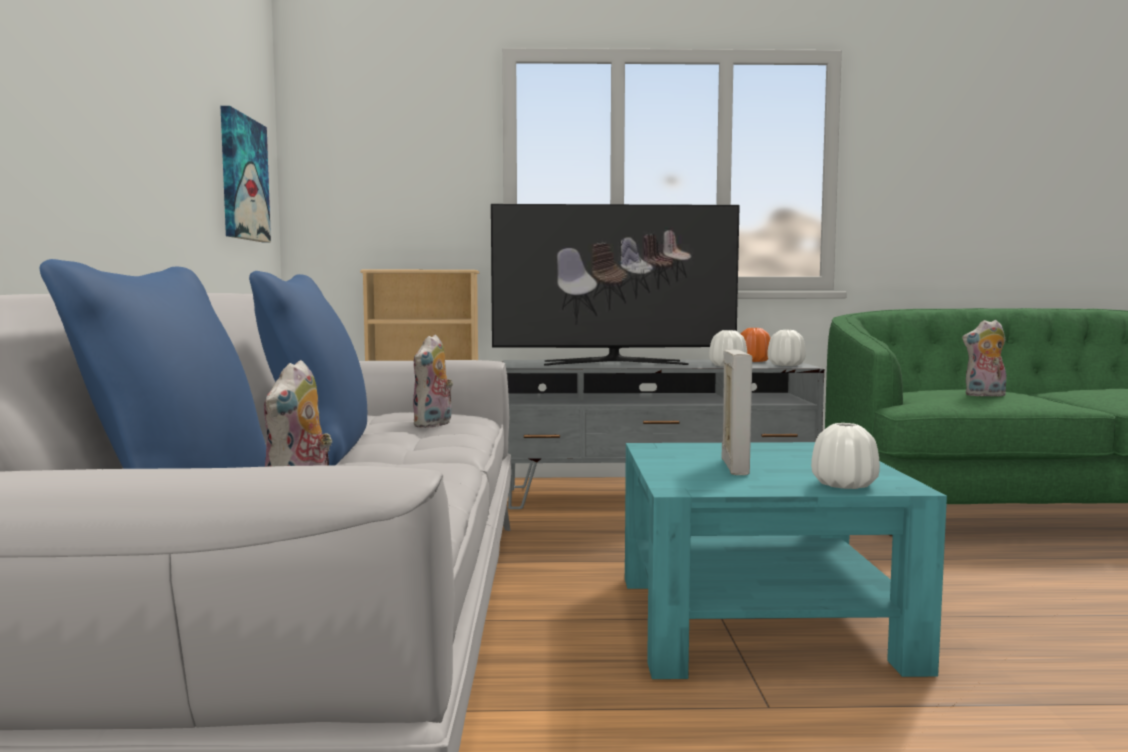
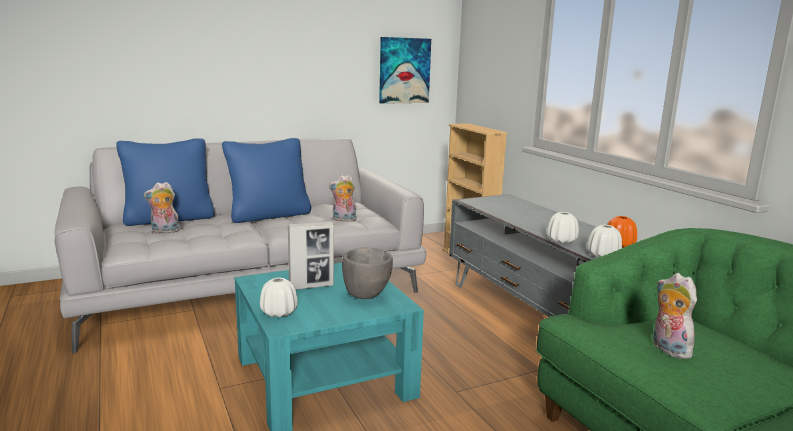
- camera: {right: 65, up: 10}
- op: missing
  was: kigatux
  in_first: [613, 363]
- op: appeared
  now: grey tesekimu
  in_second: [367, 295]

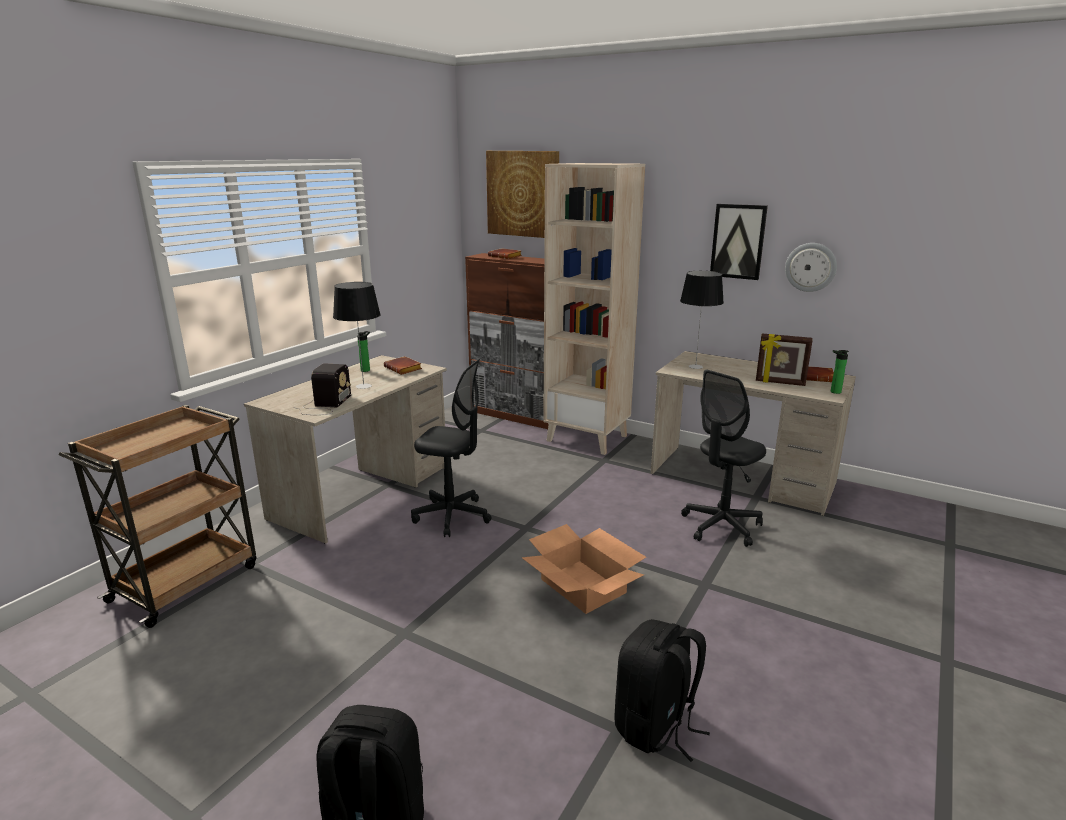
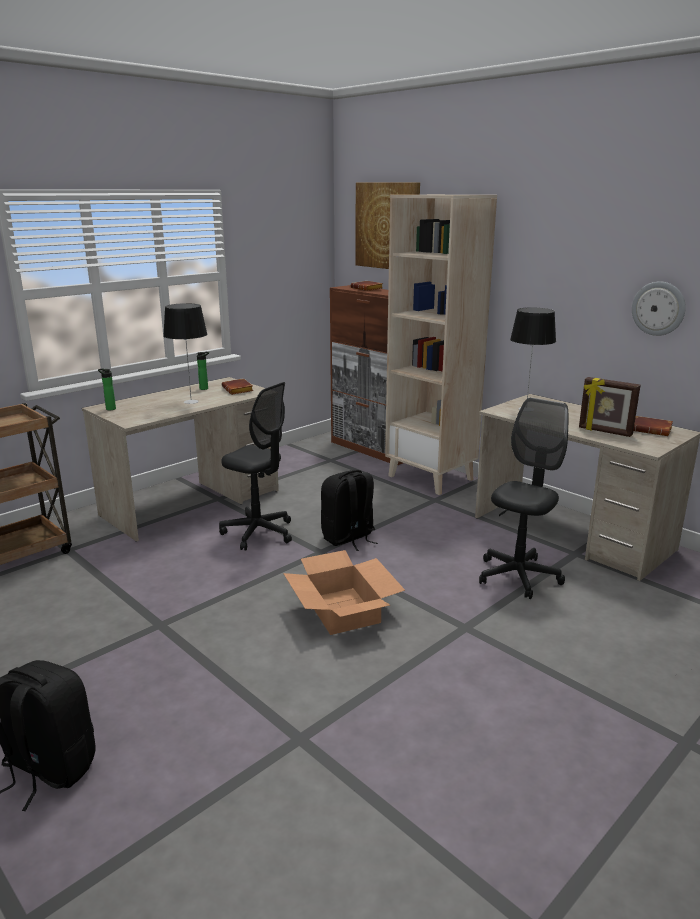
- camera: {right: 15, up: 0}
- op: missing
  was: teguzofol
  in_first: [325, 405]
- op: missing
  was: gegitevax
  in_first: [738, 241]
- op: relocated
  was: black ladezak
  in_first: [656, 726]
  in_second: [348, 538]
- op: relocated
  was: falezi
  in_first: [833, 392]
  in_second: [109, 408]
- op: spun
  was: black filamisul
  in_first: [721, 526]
  in_second: [518, 576]
  clockwise: 150

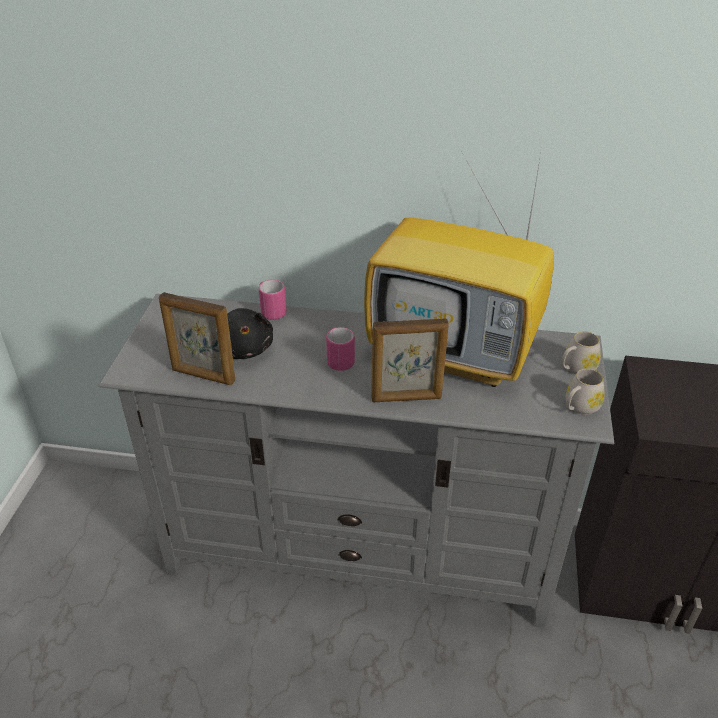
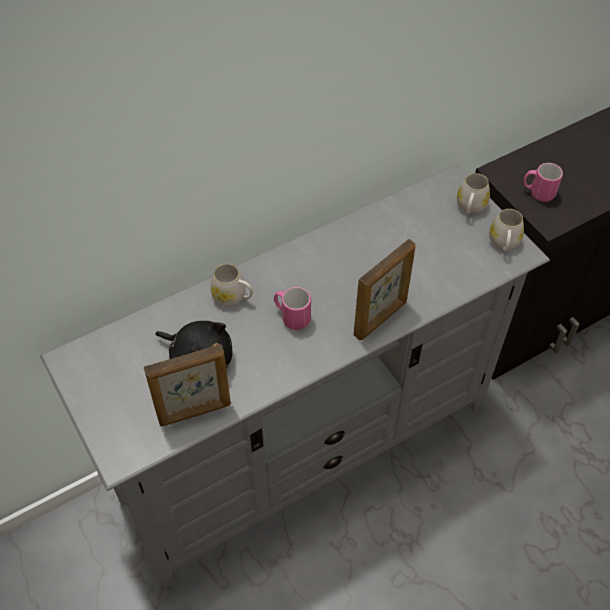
- camera: {right: -40, up: 15}
- op: missing
  was: kigatux
  in_first: [457, 353]
- op: appeared
  now: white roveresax
  in_second: [233, 296]
- op: relocated
  was: pink roveresax
  in_first: [271, 311]
  in_second: [537, 193]

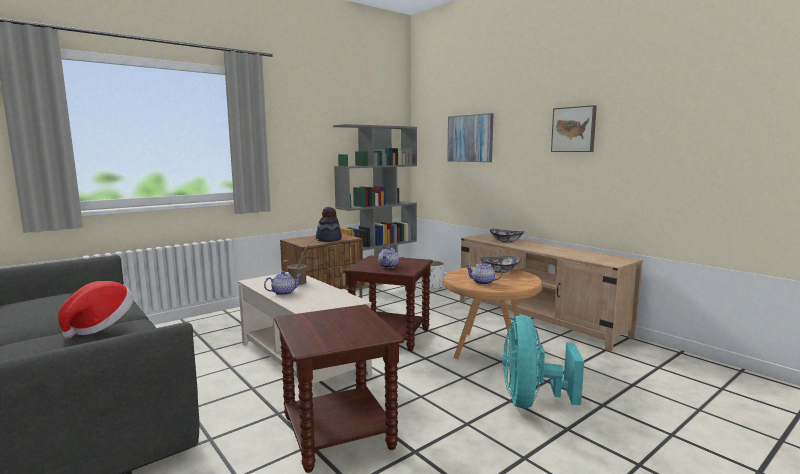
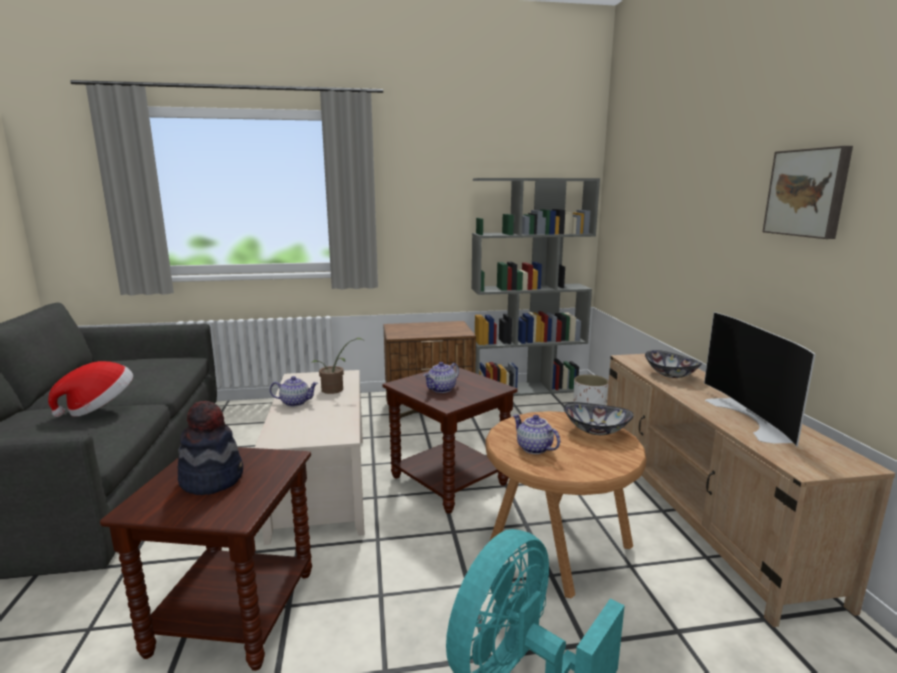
- camera: {right: 30, up: 5}
- op: missing
  was: gegitevax
  in_first: [470, 138]
- op: appeared
  now: kigatux
  in_second: [753, 418]
- op: relocated
  was: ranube
  in_first: [328, 239]
  in_second: [212, 479]

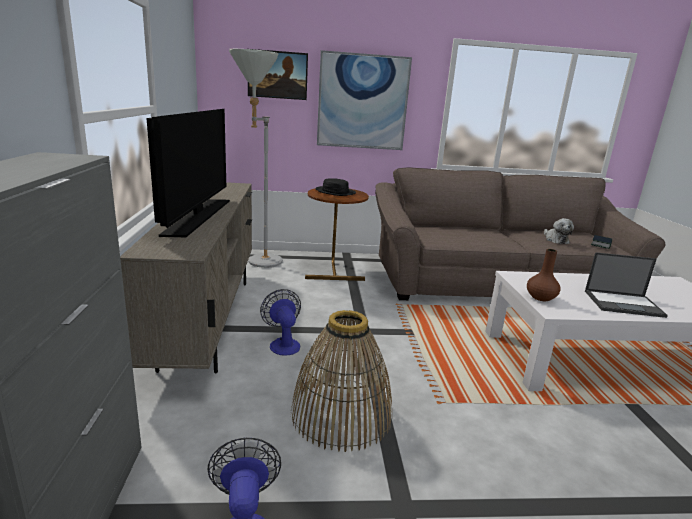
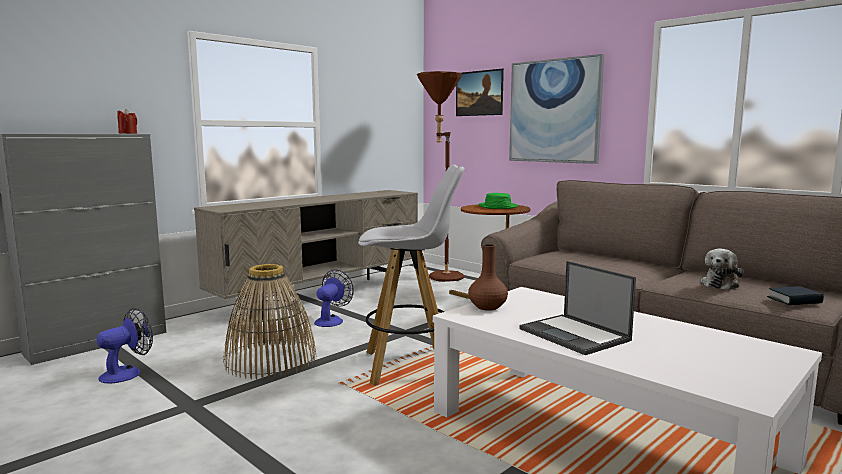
- camera: {right: 50, up: -10}
- op: missing
  was: kigatux
  in_first: [198, 217]
- op: appeared
  now: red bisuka
  in_second: [128, 133]
- op: appeared
  now: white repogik
  in_second: [410, 366]
- op: colour
  was: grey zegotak
  now: brown zegotak
  in_first: [257, 261]
  in_second: [440, 276]
- op: colour
  was: black ranube
  now: green ranube
  in_first: [335, 192]
  in_second: [497, 206]

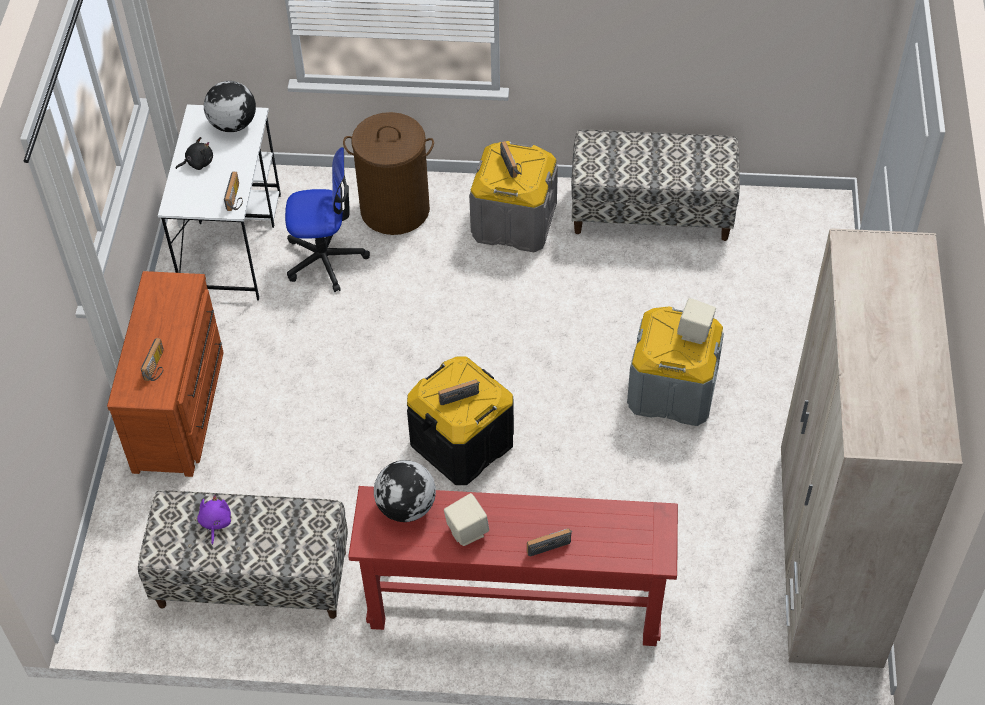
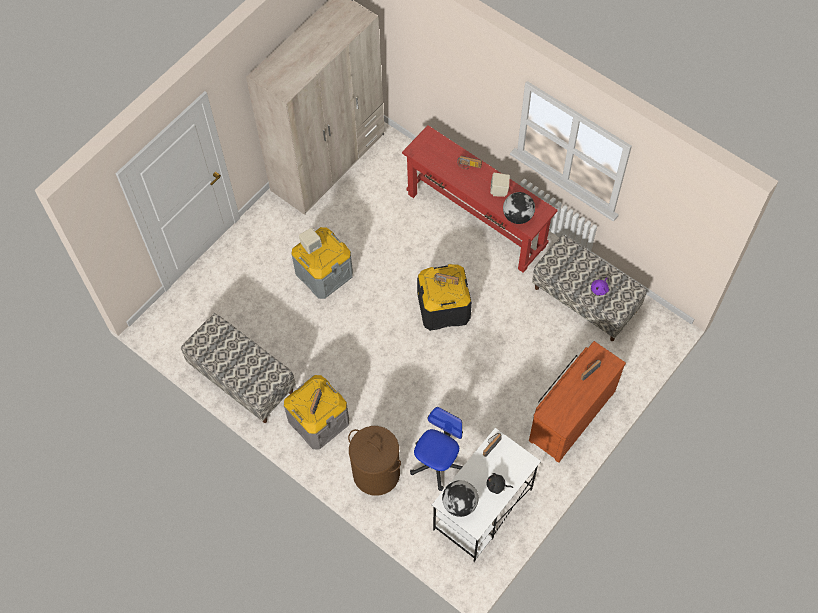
- camera: {right: -145, up: 10}
- op: spun
  was: filamisul
  in_first: [325, 259]
  in_second: [437, 463]
  clockwise: 90

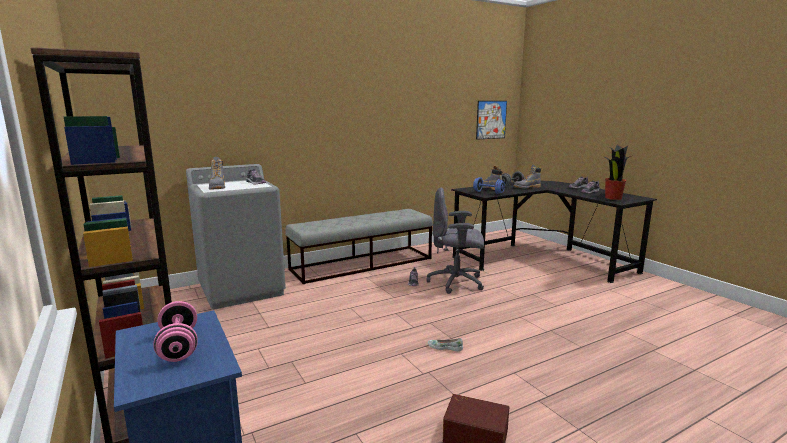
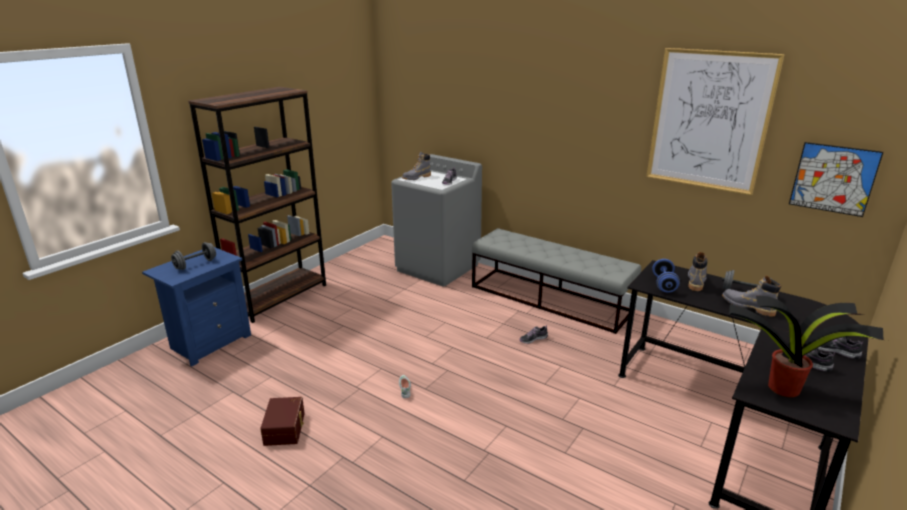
- camera: {right: 65, up: 10}
- op: missing
  was: grey filamisul
  in_first: [457, 283]
- op: appeared
  now: gegitevax
  in_second: [709, 121]
- op: colour
  was: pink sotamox
  now: grey sotamox
  in_first: [179, 346]
  in_second: [195, 264]

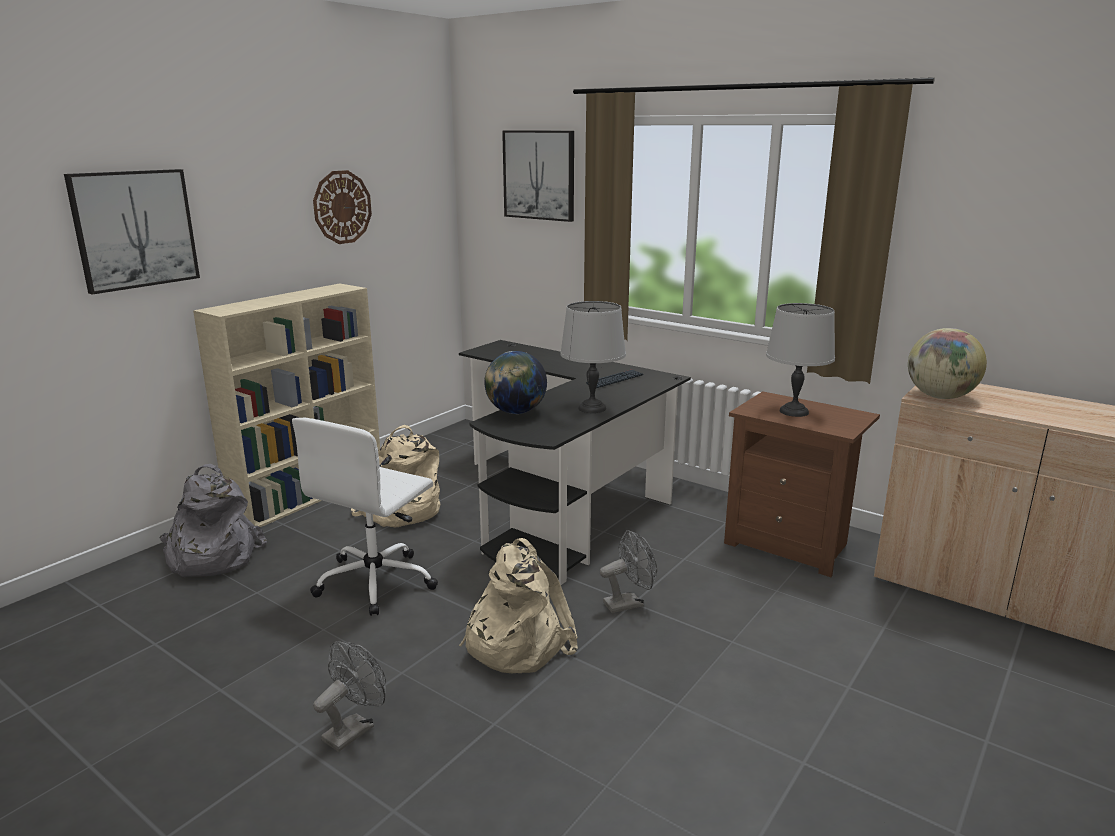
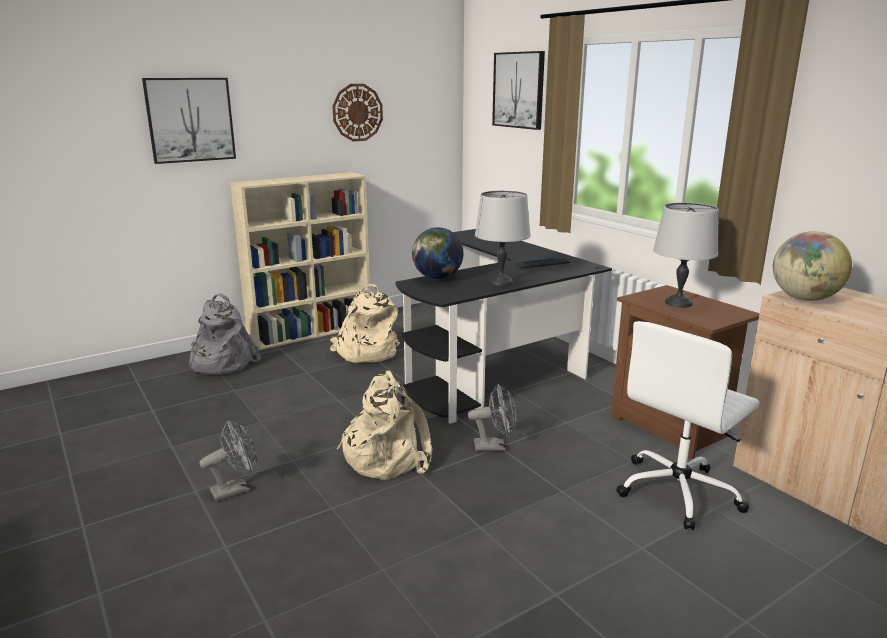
- camera: {right: 20, up: 0}
- op: relocated
  was: white filamisul
  in_first: [377, 581]
  in_second: [679, 491]

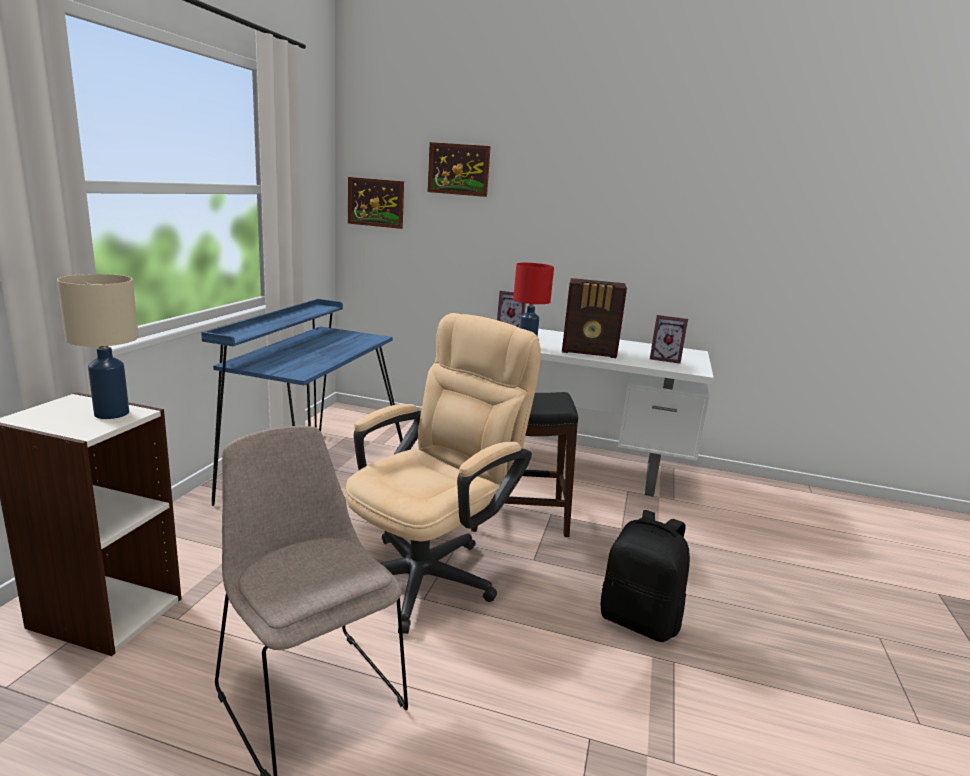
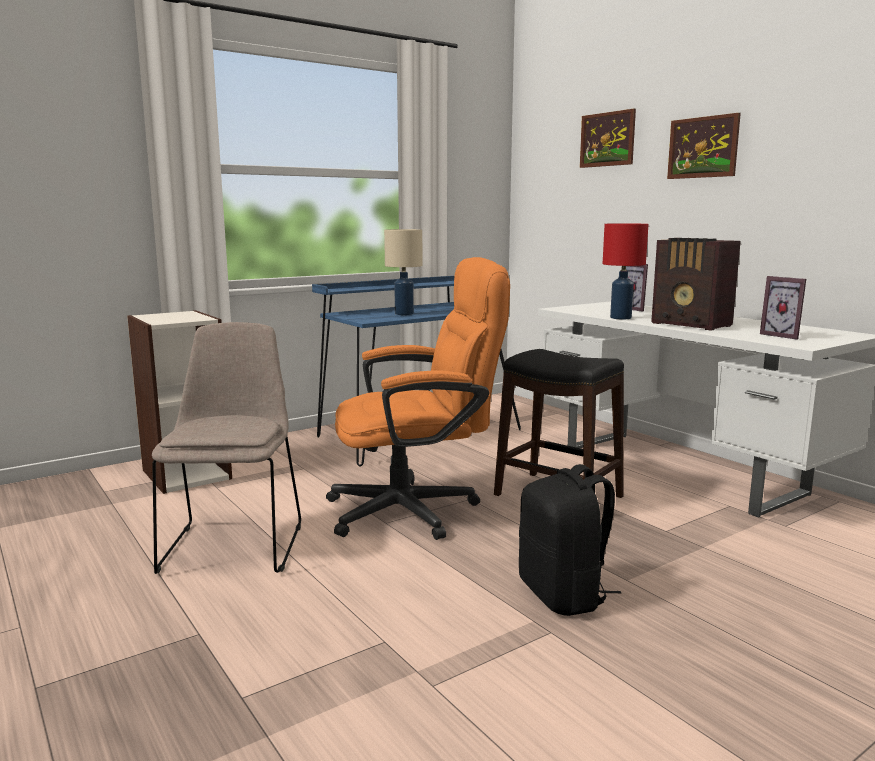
- camera: {right: 40, up: -5}
- op: relocated
  was: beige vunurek
  in_first: [110, 413]
  in_second: [403, 313]
- op: relocated
  was: gegitevax
  in_first: [375, 202]
  in_second: [703, 147]
- op: colour
  was: beige filamisul
  now: orange filamisul
  in_first: [431, 572]
  in_second: [417, 510]

